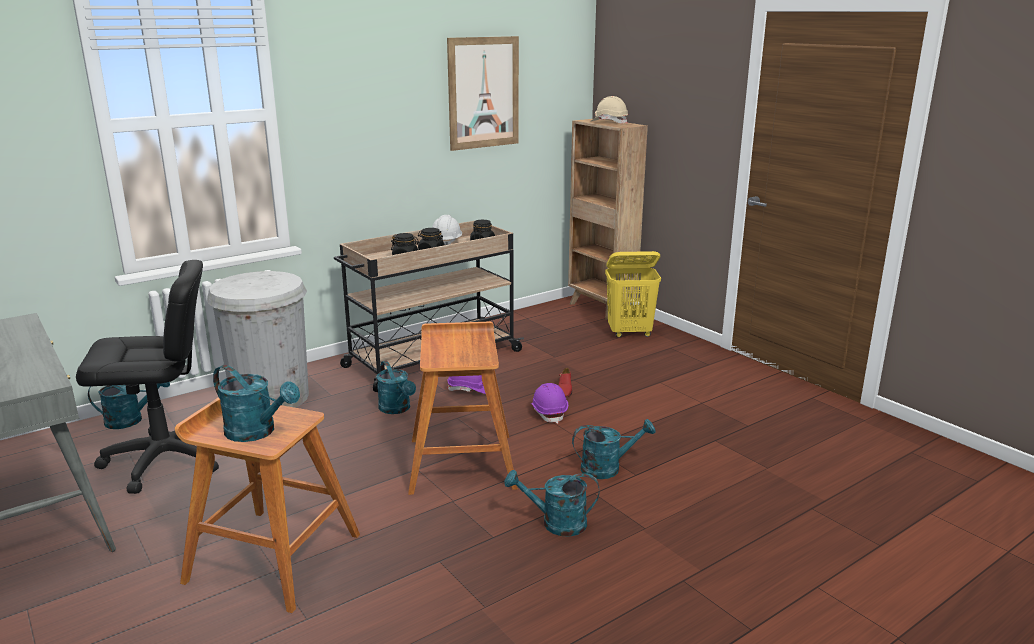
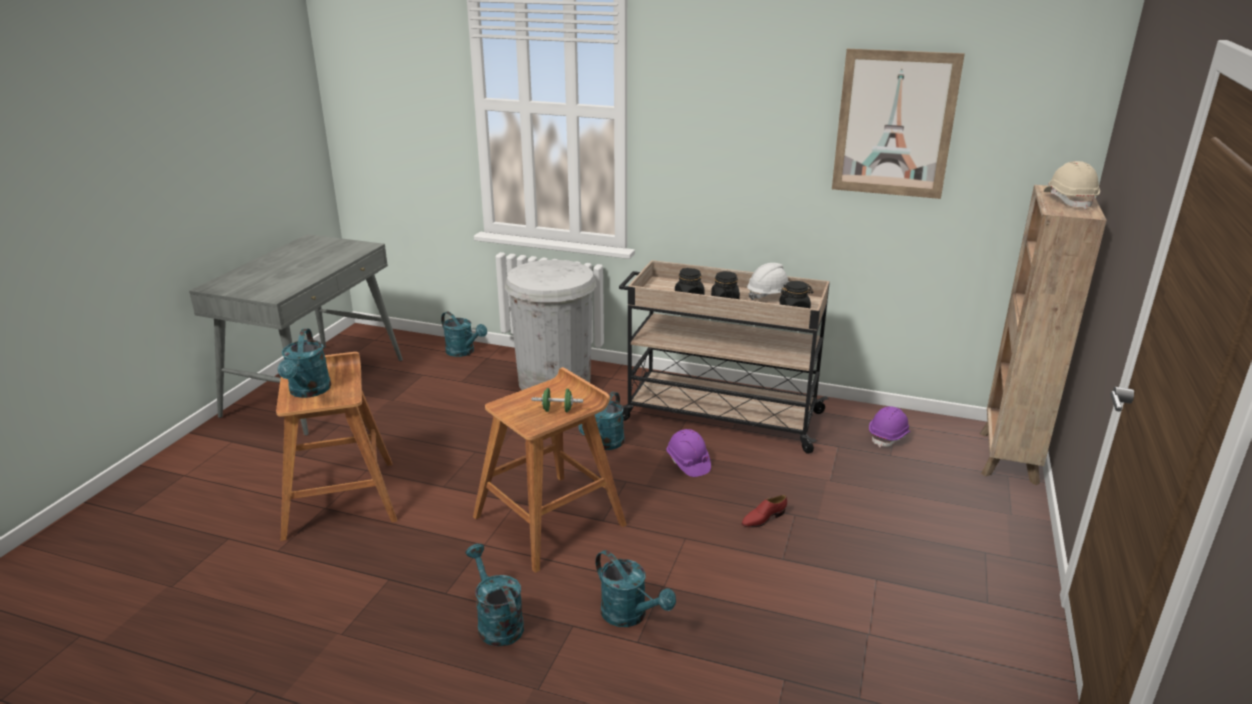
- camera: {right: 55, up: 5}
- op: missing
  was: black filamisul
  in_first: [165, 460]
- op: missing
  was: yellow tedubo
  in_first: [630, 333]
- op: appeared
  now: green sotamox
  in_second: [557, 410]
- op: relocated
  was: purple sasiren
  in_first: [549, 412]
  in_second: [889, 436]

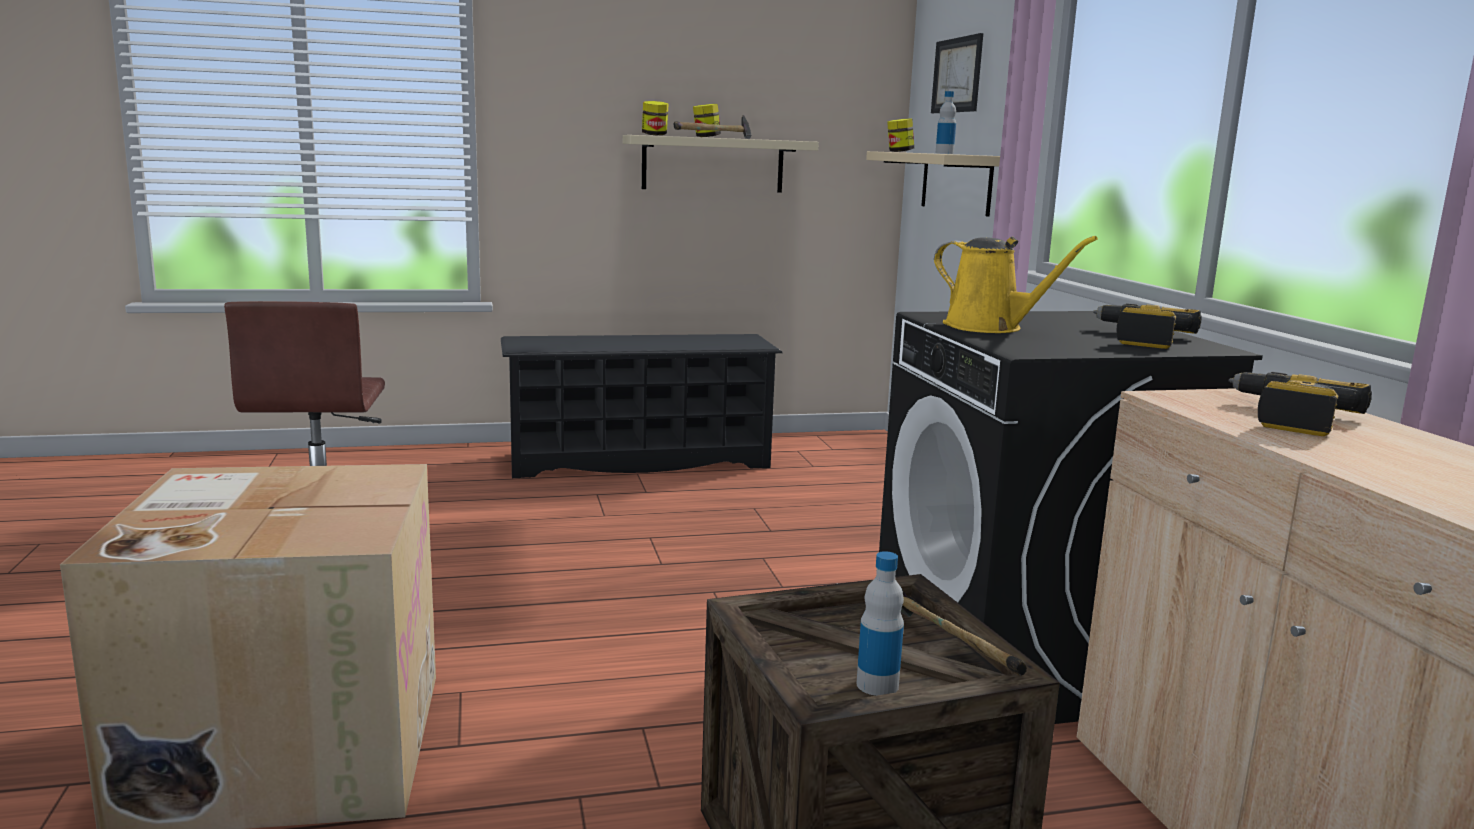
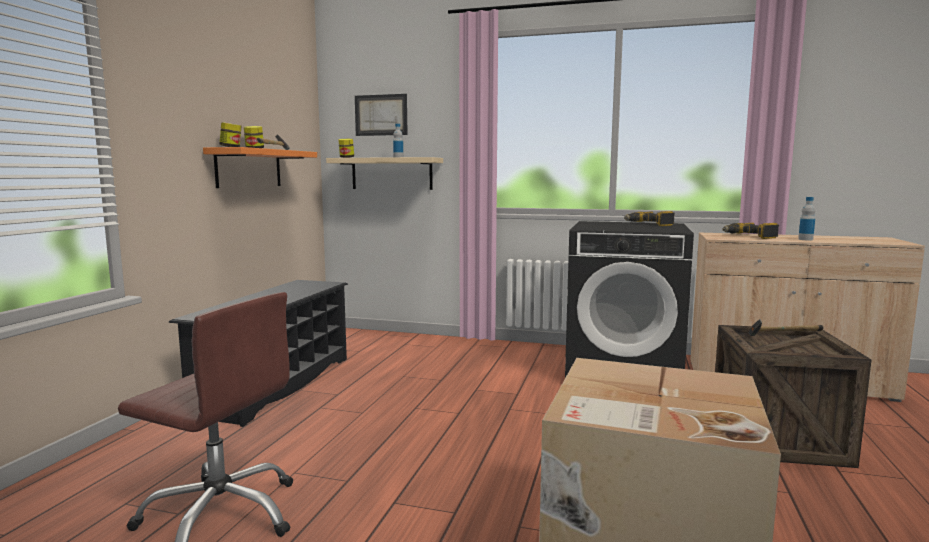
- camera: {right: -60, up: -5}
- op: missing
  was: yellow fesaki
  in_first: [989, 327]
- op: relocated
  was: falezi
  in_first: [877, 685]
  in_second: [805, 239]
- op: colour
  was: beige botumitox
  now: orange botumitox
  in_first: [713, 164]
  in_second: [249, 168]

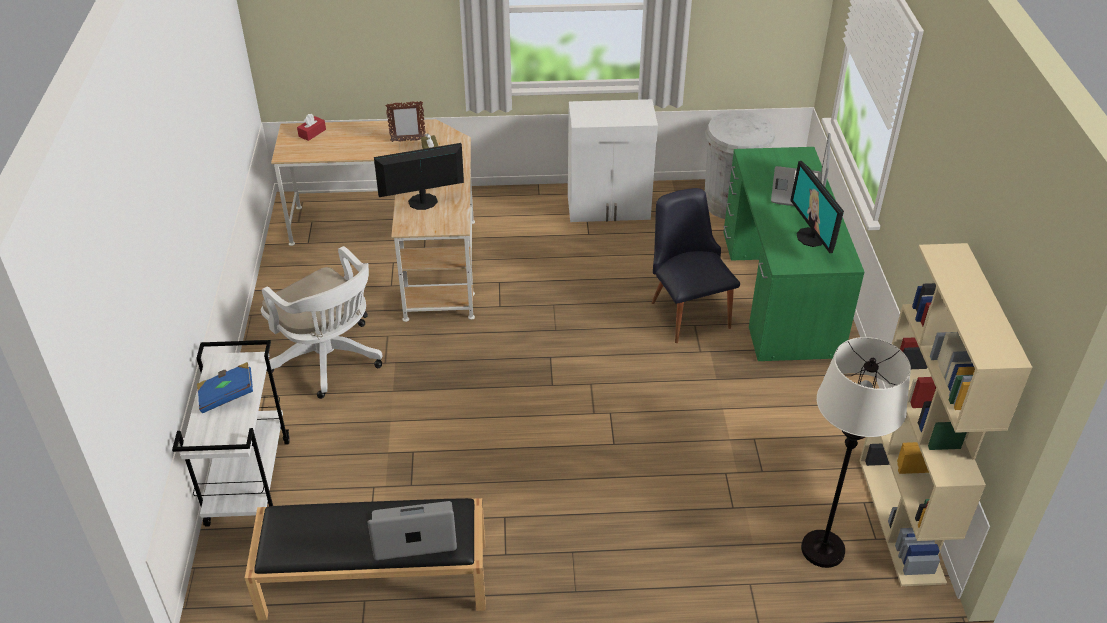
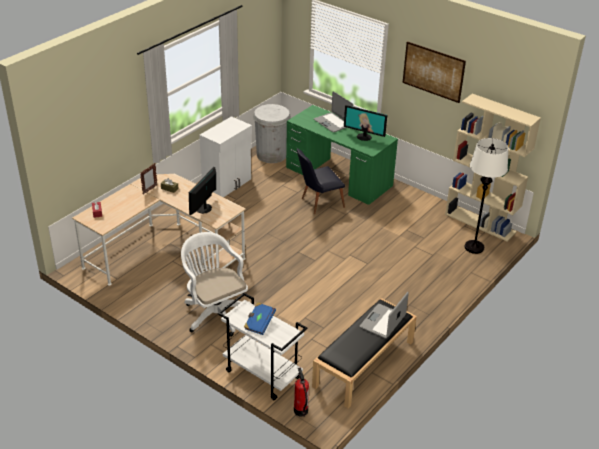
- camera: {right: -50, up: -5}
- op: appeared
  now: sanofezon
  in_second: [300, 411]
- op: appeared
  now: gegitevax
  in_second: [433, 72]
- op: spun
  was: white filamisul
  in_first: [330, 361]
  in_second: [214, 313]
  clockwise: -120
- op: spun
  was: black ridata
  in_first: [687, 309]
  in_second: [318, 203]
  clockwise: -45

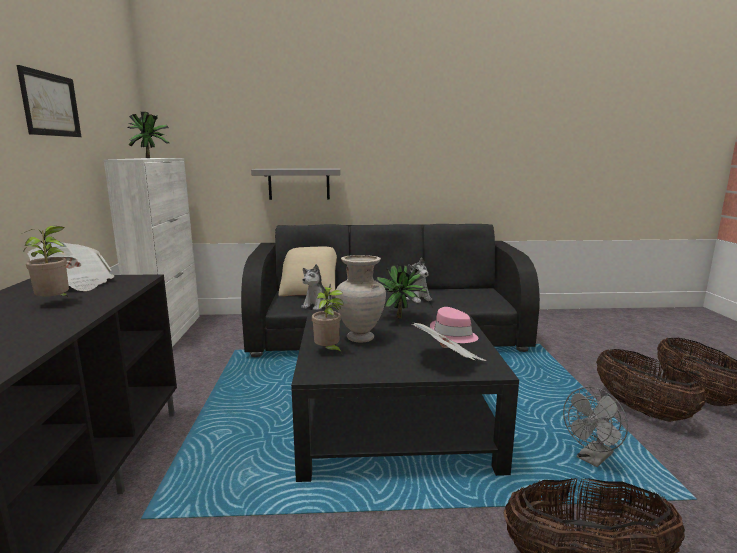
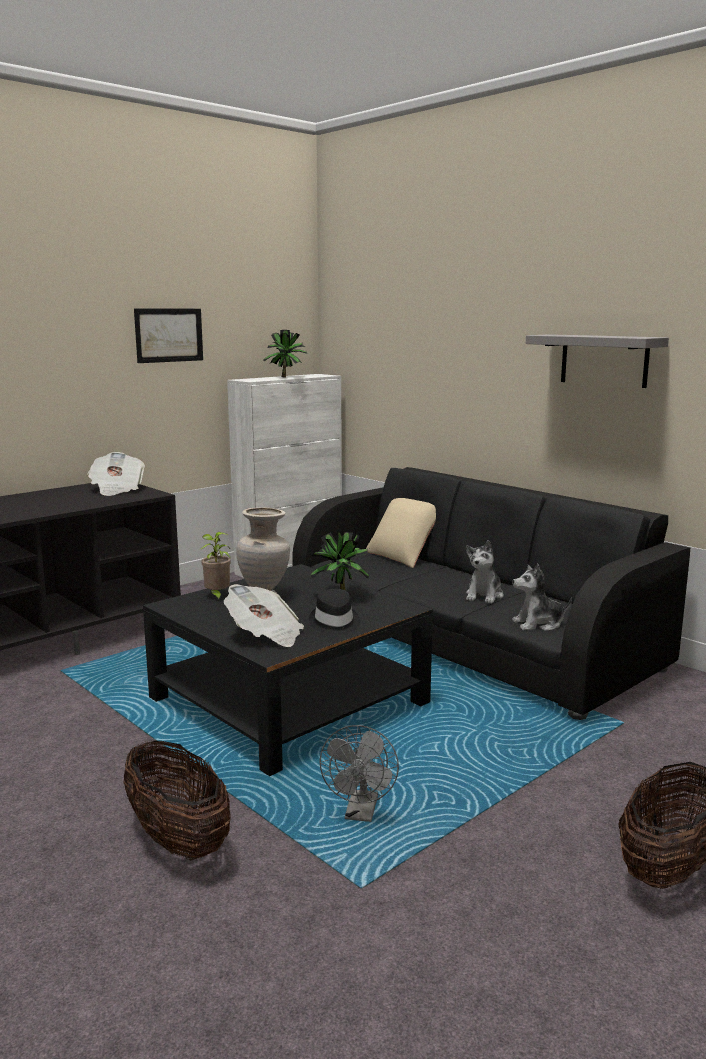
- camera: {right: 50, up: 0}
- op: missing
  was: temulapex
  in_first: [56, 303]
- op: missing
  was: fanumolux
  in_first: [641, 410]
- op: relocated
  was: grey botumitox
  in_first: [299, 184]
  in_second: [604, 360]
- op: relocated
  was: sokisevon
  in_first: [318, 305]
  in_second: [538, 624]
- op: colour
  was: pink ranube
  now: black ranube
  in_first: [453, 335]
  in_second: [334, 623]
- op: spun
  was: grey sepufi
  in_first: [592, 459]
  in_second: [361, 814]
  clockwise: -90

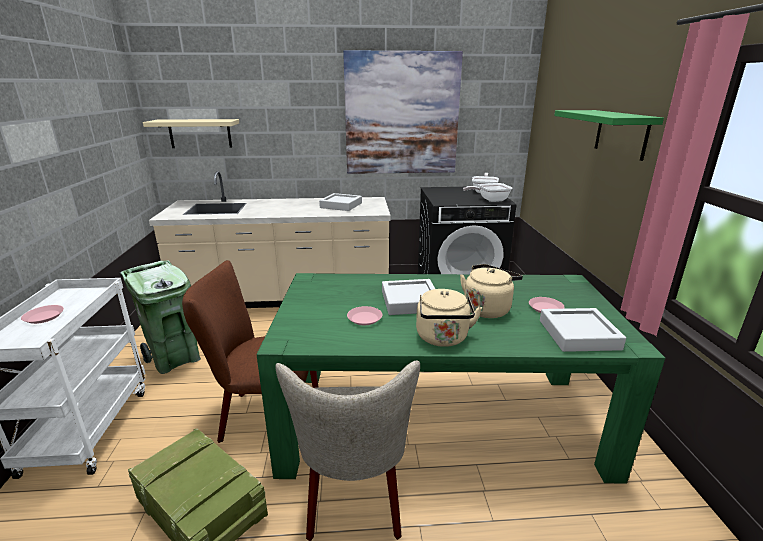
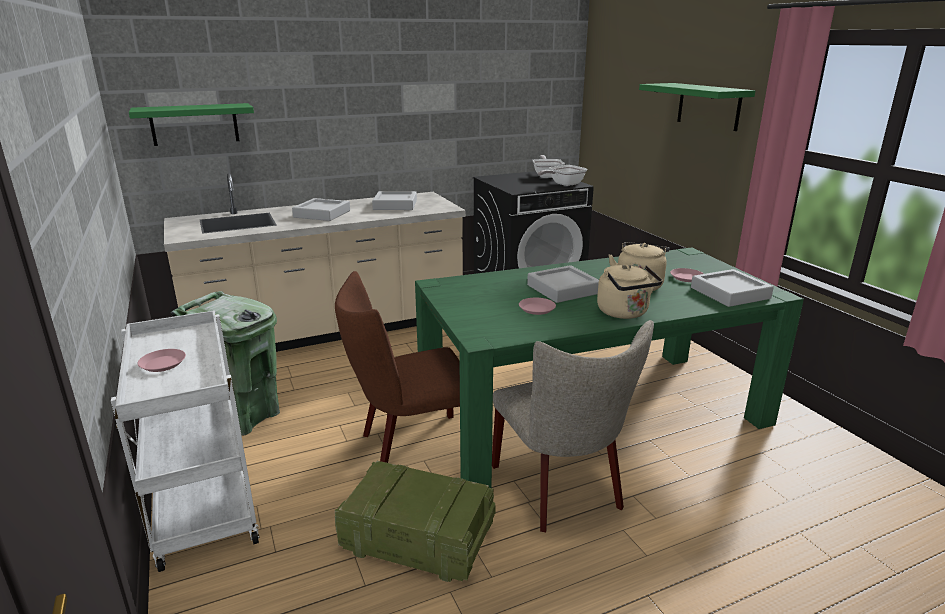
- camera: {right: -20, up: 0}
- op: missing
  was: gegitevax
  in_first: [402, 114]
- op: appeared
  now: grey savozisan
  in_second: [322, 214]
- op: colour
  was: beige botumitox
  now: green botumitox
  in_first: [200, 133]
  in_second: [194, 124]

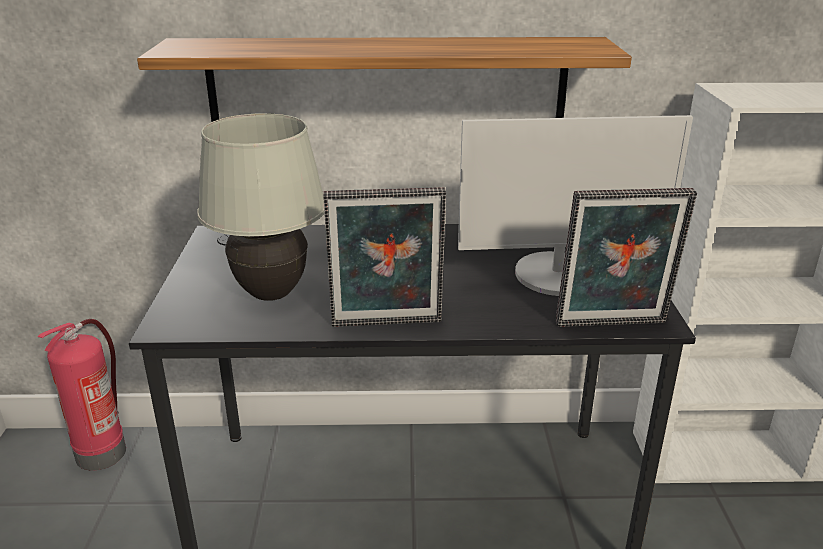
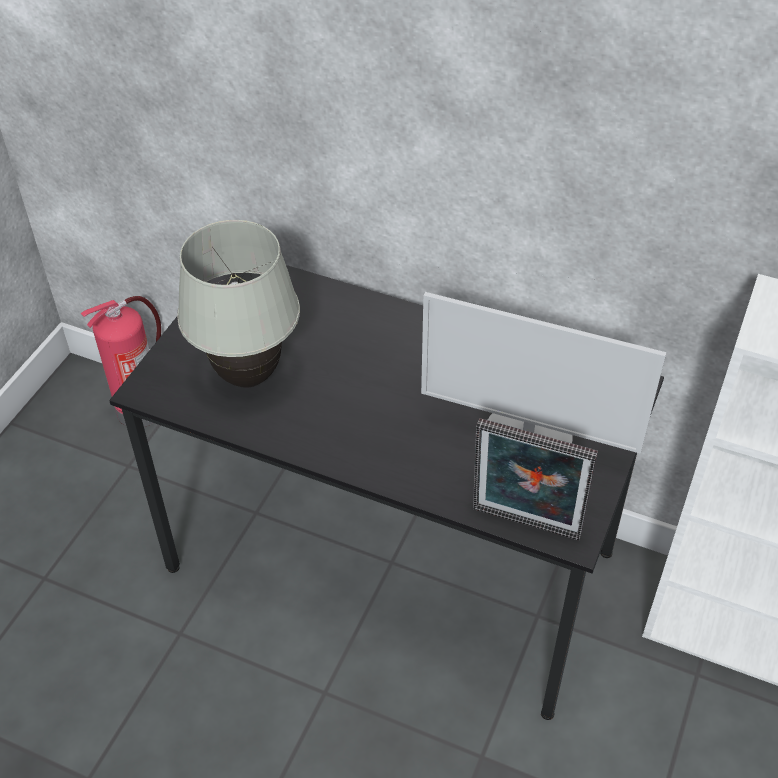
- camera: {right: 25, up: 20}
- op: missing
  was: botumitox
  in_first: [387, 84]
- op: missing
  was: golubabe
  in_first: [386, 325]

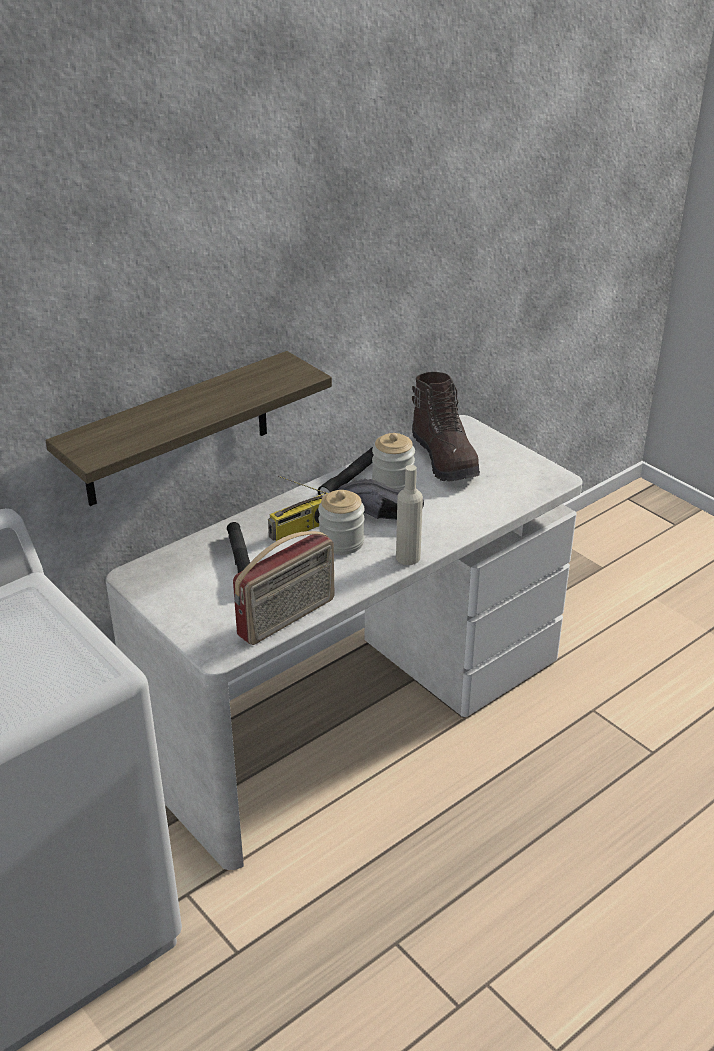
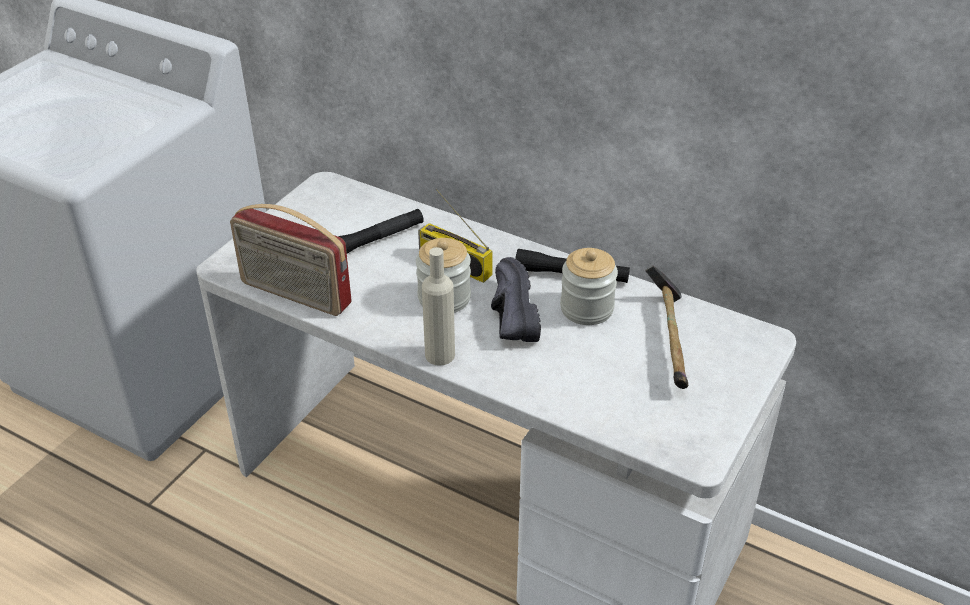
- camera: {right: 70, up: 5}
- op: missing
  was: botumitox
  in_first: [177, 430]
- op: exchanged
  was: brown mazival
  now: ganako
  in_first: [445, 459]
  in_second: [670, 340]

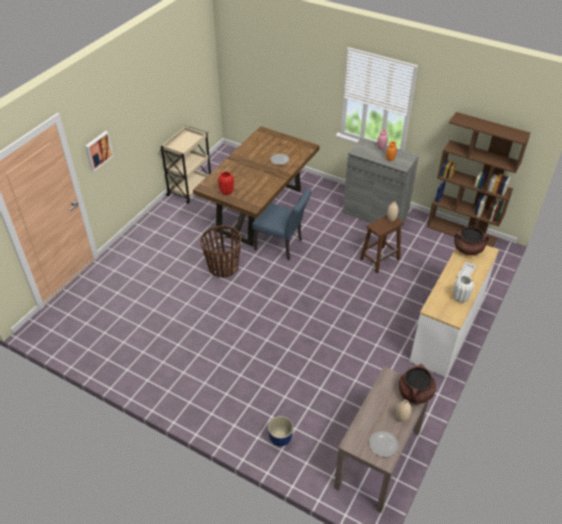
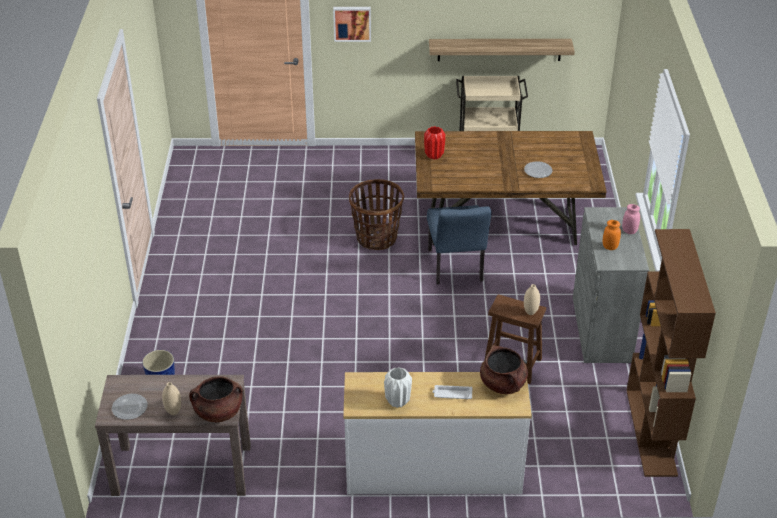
- camera: {right: 60, up: -5}
- op: appeared
  now: botumitox
  in_second: [499, 49]

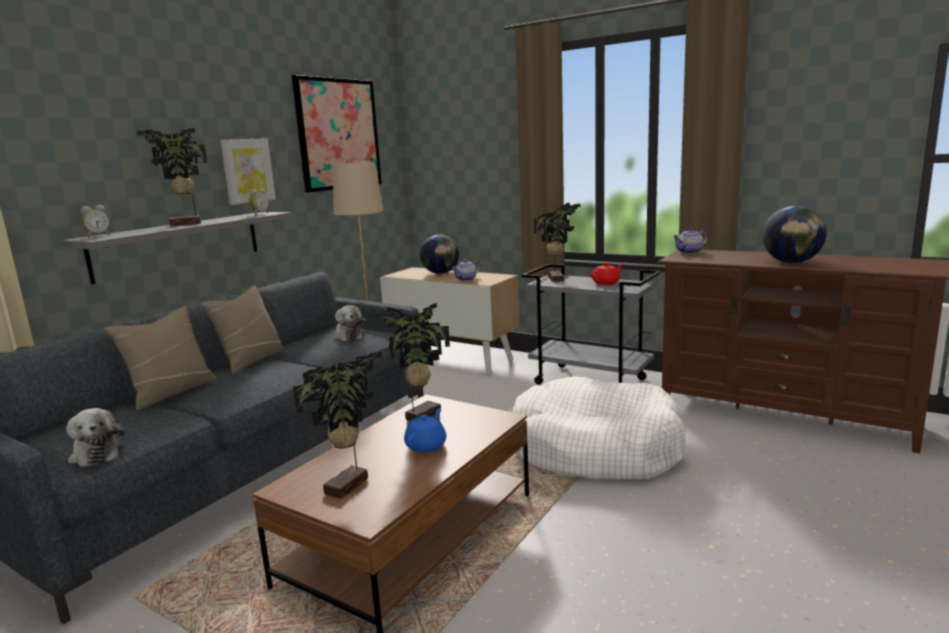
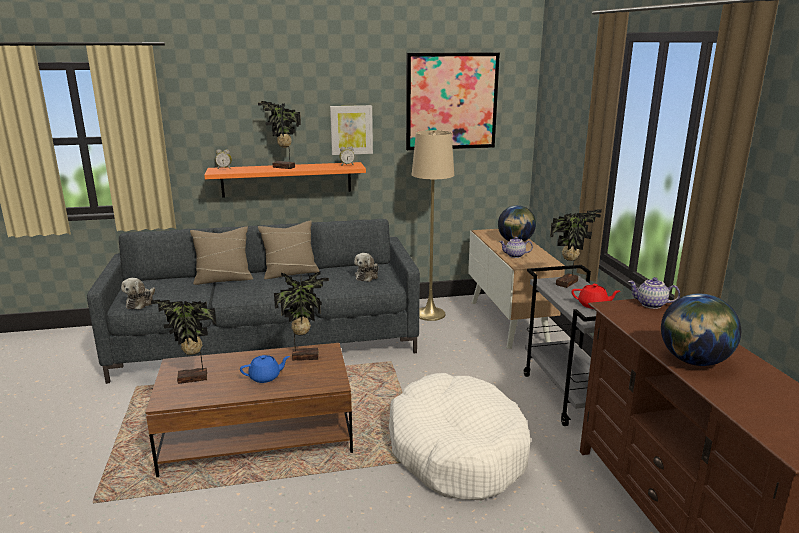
- camera: {right: 45, up: 5}
- op: colour
  was: grey botumitox
  now: orange botumitox
  in_first: [179, 245]
  in_second: [286, 179]

